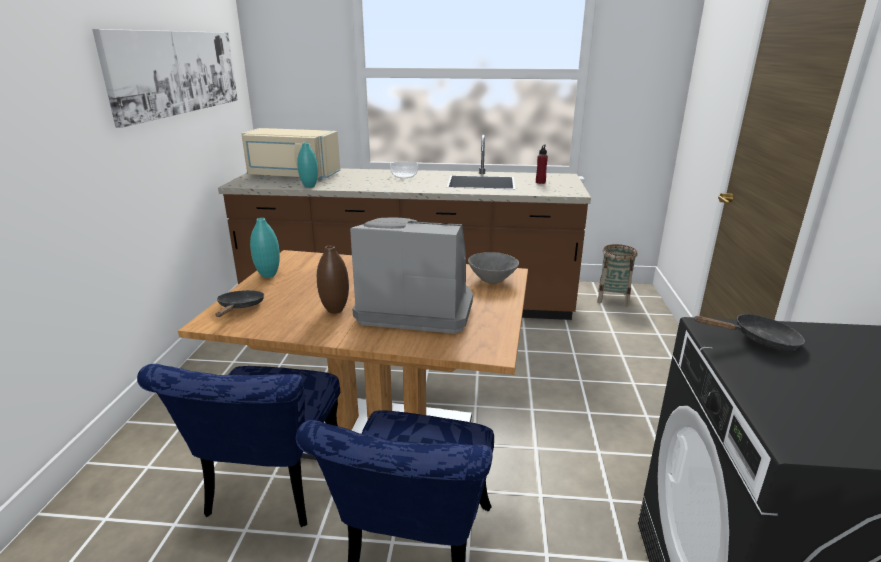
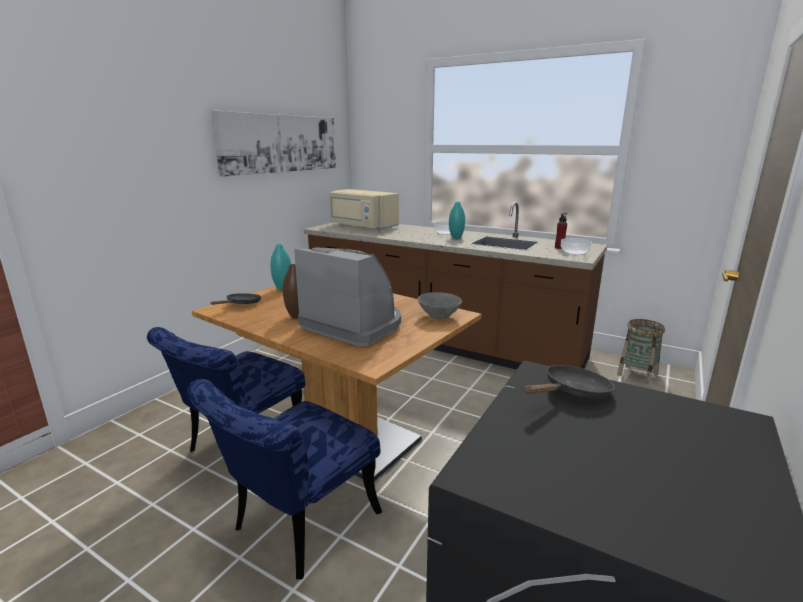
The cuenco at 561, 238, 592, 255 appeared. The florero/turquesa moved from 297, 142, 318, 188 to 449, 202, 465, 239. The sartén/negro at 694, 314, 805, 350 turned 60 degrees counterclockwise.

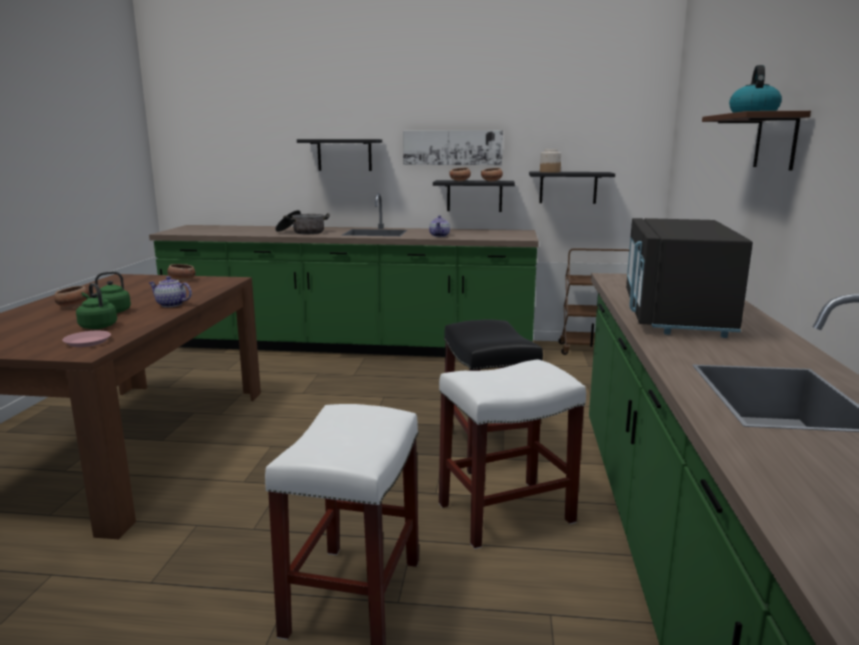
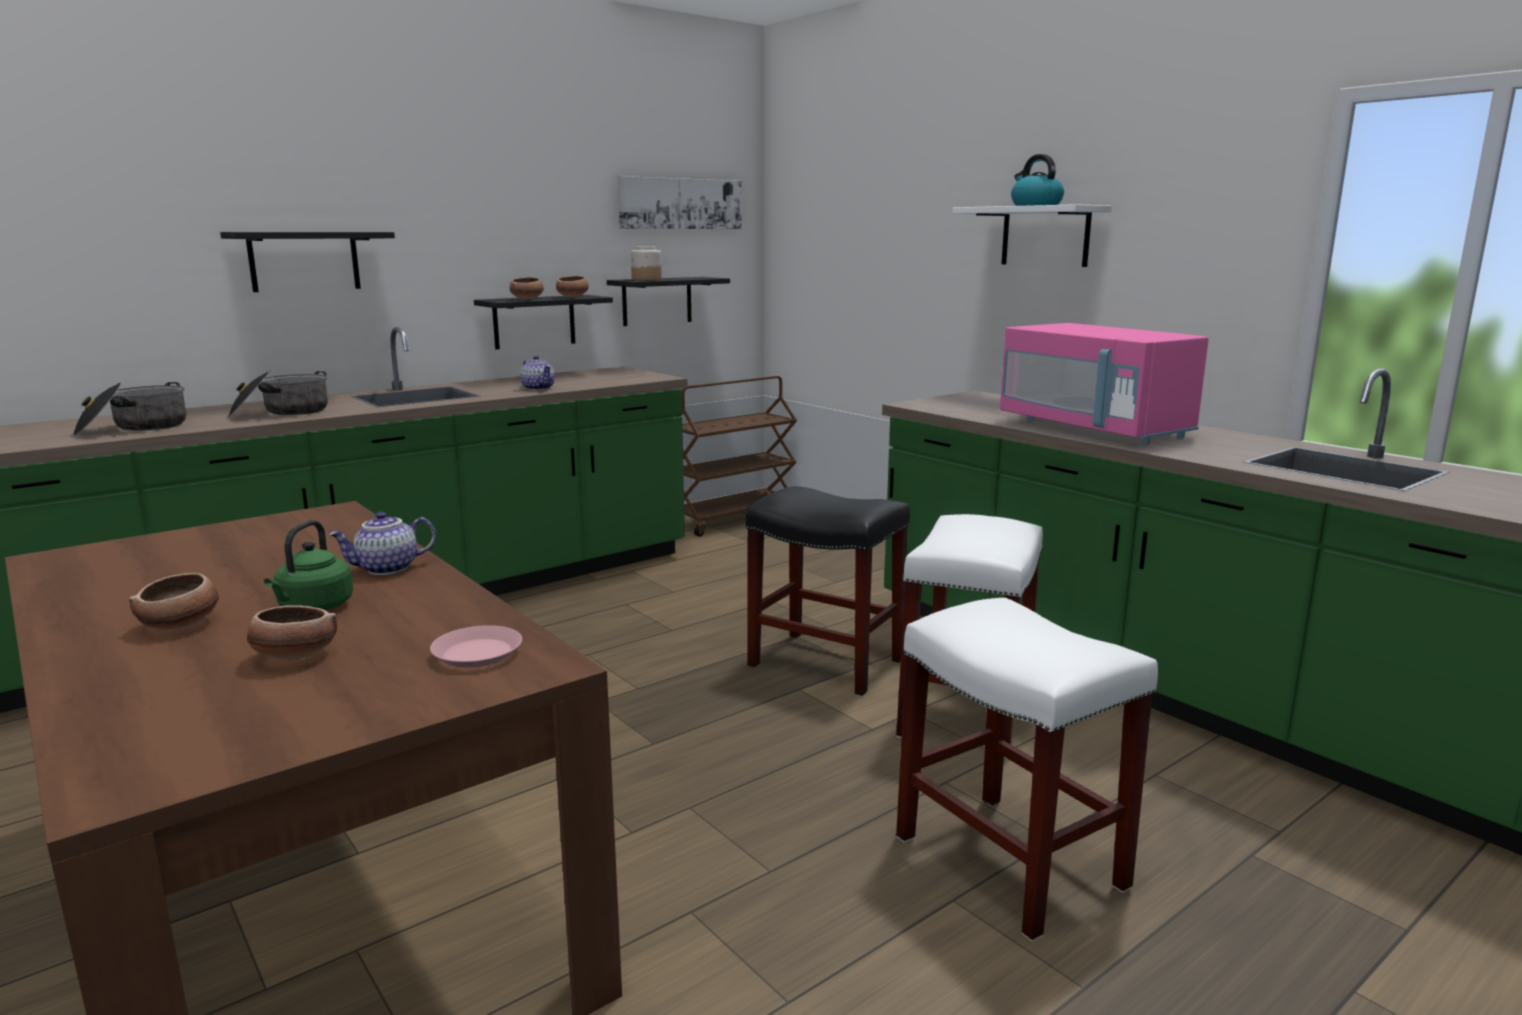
The hervidor/verde at 76, 283, 117, 329 disappeared. The olla at 73, 382, 186, 435 appeared. The cuenco moved from 167, 264, 195, 281 to 247, 605, 337, 660. The cuadro moved from 403, 130, 503, 165 to 617, 176, 742, 229. The microondas/negro at 626, 218, 753, 338 became the microondas/rosa at 1000, 323, 1209, 445. The estante/marrón at 702, 111, 811, 171 became the estante/blanco at 952, 204, 1112, 267.

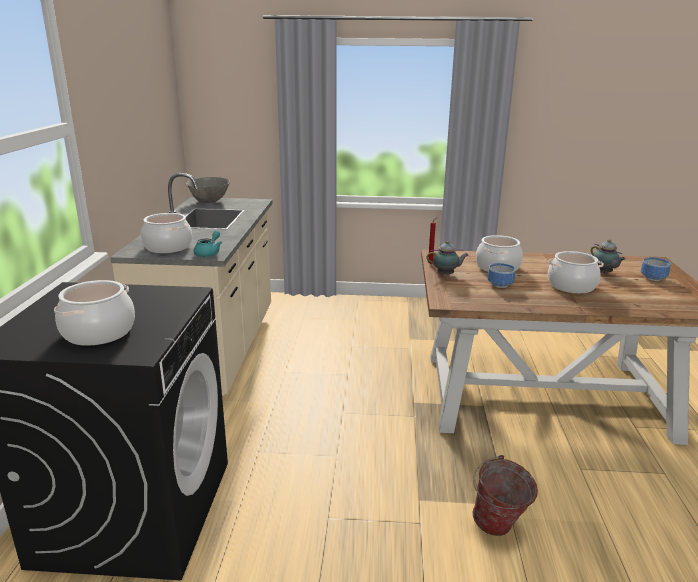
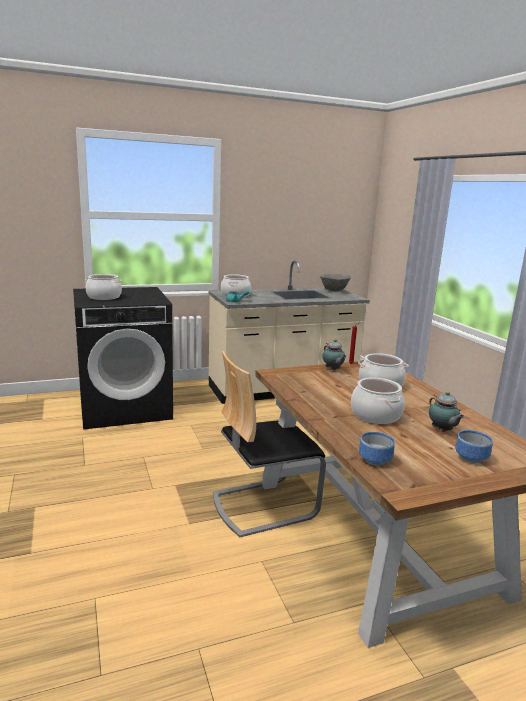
The cubo at 473, 455, 538, 536 disappeared. The silla at 213, 351, 326, 537 appeared. The cuenco moved from 488, 263, 516, 288 to 359, 432, 395, 466. The tetera at 591, 239, 626, 274 turned 60 degrees counterclockwise.

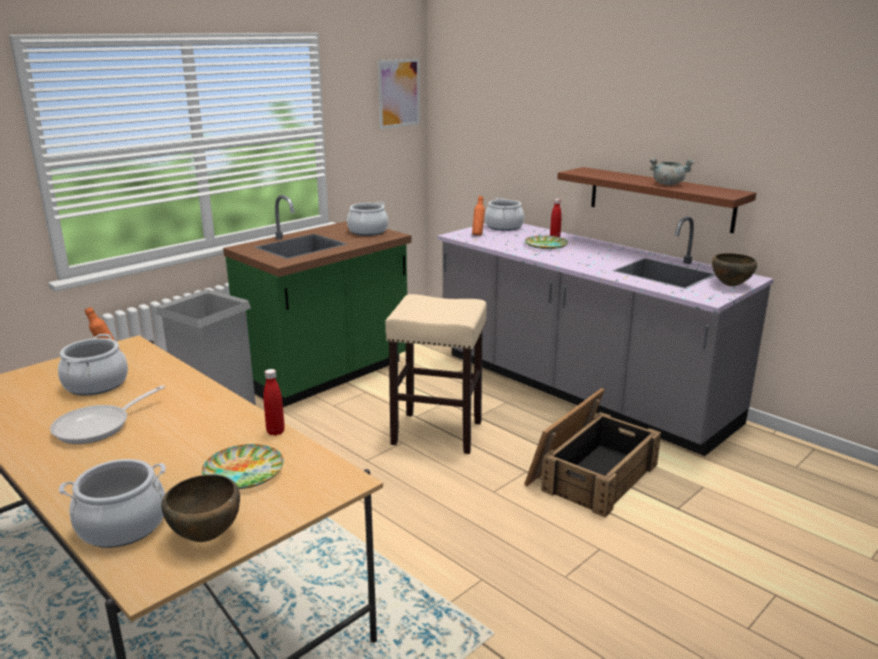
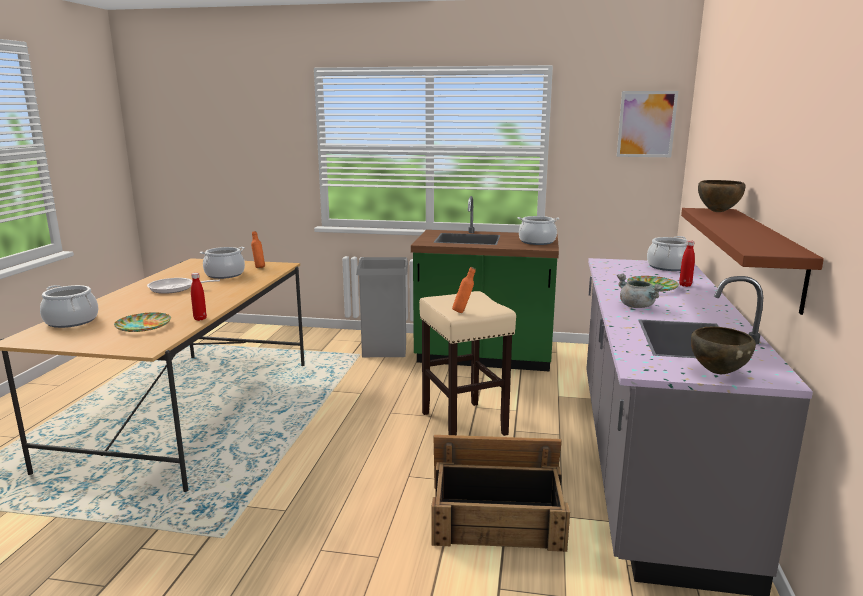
The cuenco/marrón moved from 161, 474, 240, 542 to 698, 180, 746, 212. The botella/naranja moved from 472, 196, 485, 236 to 452, 267, 476, 313. The olla/gris moved from 649, 158, 695, 185 to 617, 274, 664, 308.

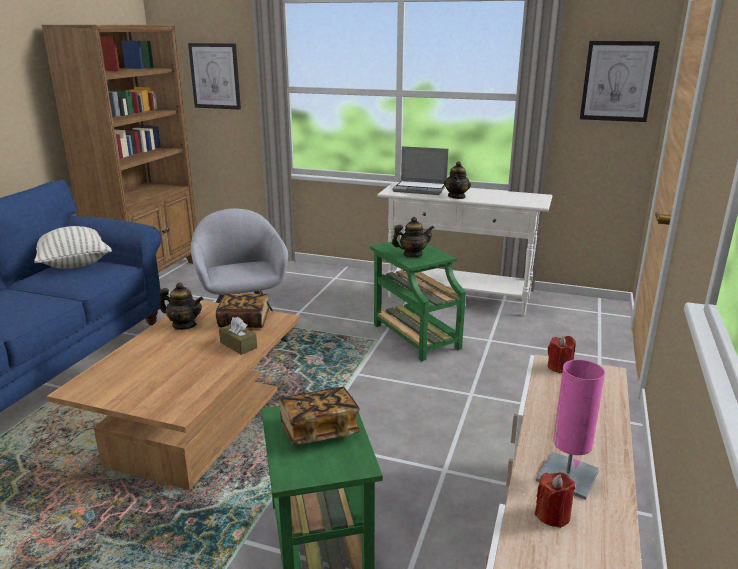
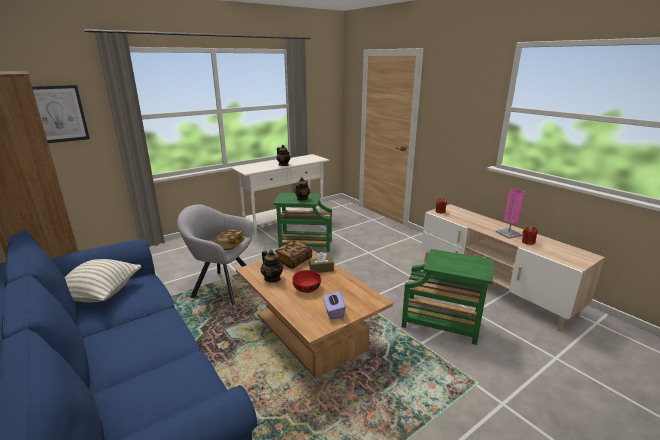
The portátil at 392, 146, 448, 195 disappeared. The cuadro at 580, 41, 660, 122 disappeared. The cuenco/rojo at 292, 270, 321, 293 appeared. The caja de pañuelos/morado at 323, 290, 346, 319 appeared. The libro moved from 278, 387, 360, 445 to 211, 229, 245, 250. The tetera at 159, 282, 203, 330 turned 90 degrees clockwise.

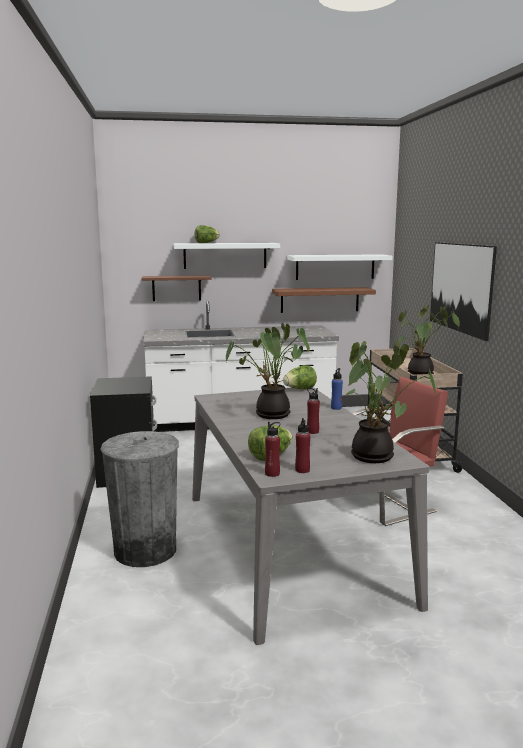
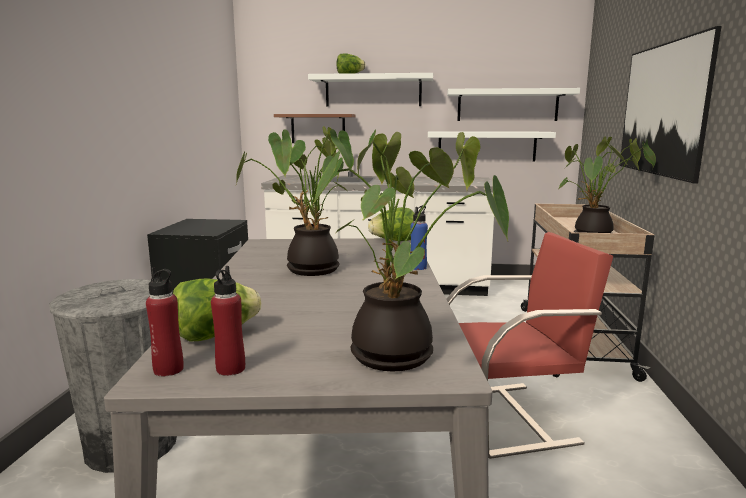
The botella/rojo at 307, 388, 320, 434 disappeared. The estante/marrón at 272, 287, 376, 313 became the estante/blanco at 428, 131, 556, 161.

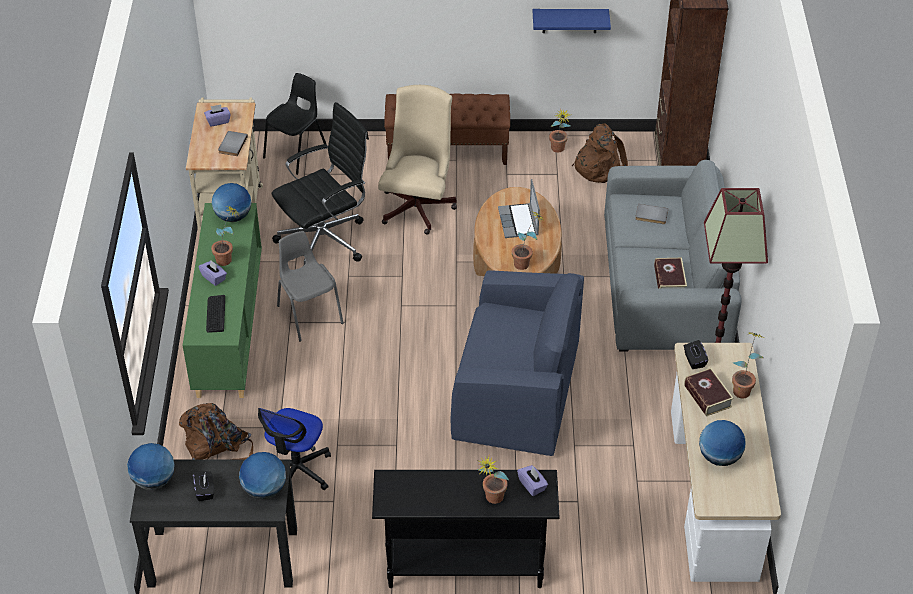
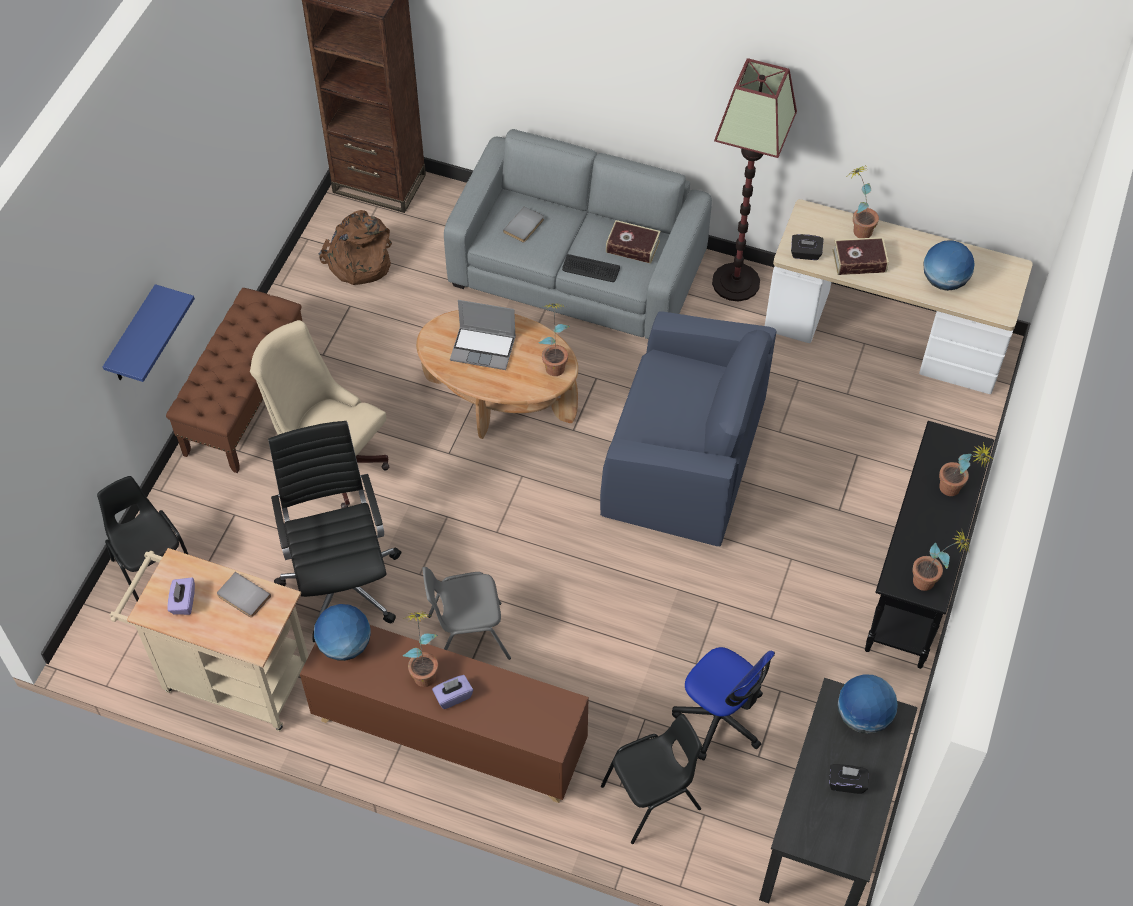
The globo terráqueo at 127, 443, 175, 490 disappeared. The caja de pañuelos/morado at 517, 465, 548, 496 disappeared. The teclado moved from 206, 295, 225, 333 to 562, 254, 620, 282. The estante/azul moved from 533, 9, 611, 33 to 103, 284, 195, 382. The planta en maceta moved from 549, 109, 572, 153 to 912, 530, 970, 591. The mochila/marrón at 179, 403, 253, 460 was replaced by the silla/negro at 601, 714, 702, 844. The armario/verde at 182, 203, 262, 398 became the armario/marrón at 300, 625, 589, 803. The sillón/azul at 450, 270, 584, 456 turned 75 degrees clockwise.

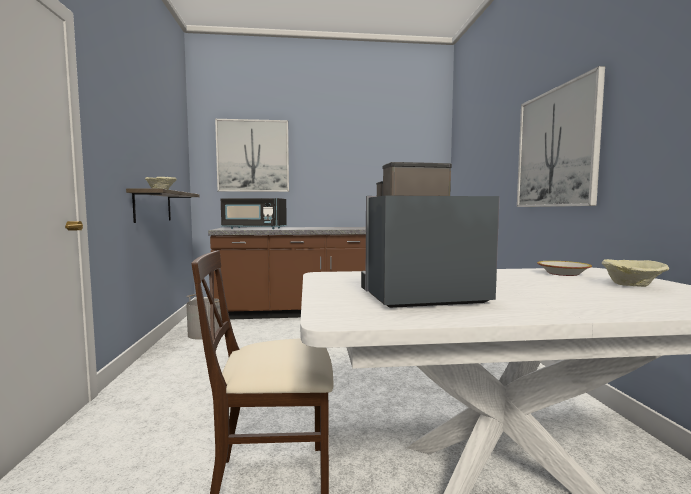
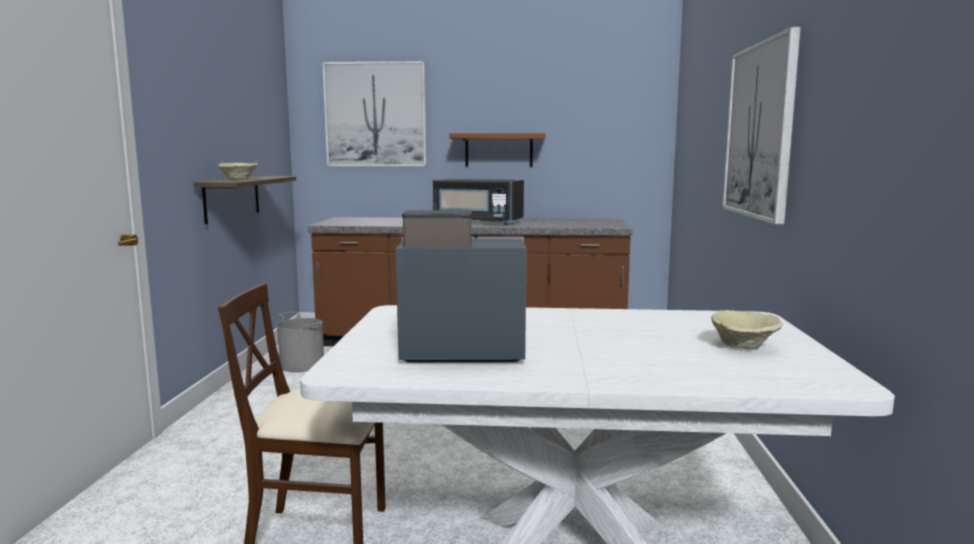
The cuenco at 537, 261, 592, 276 disappeared. The estante/marrón at 450, 133, 545, 167 appeared. The microondas/negro moved from 221, 198, 287, 229 to 433, 179, 524, 225.

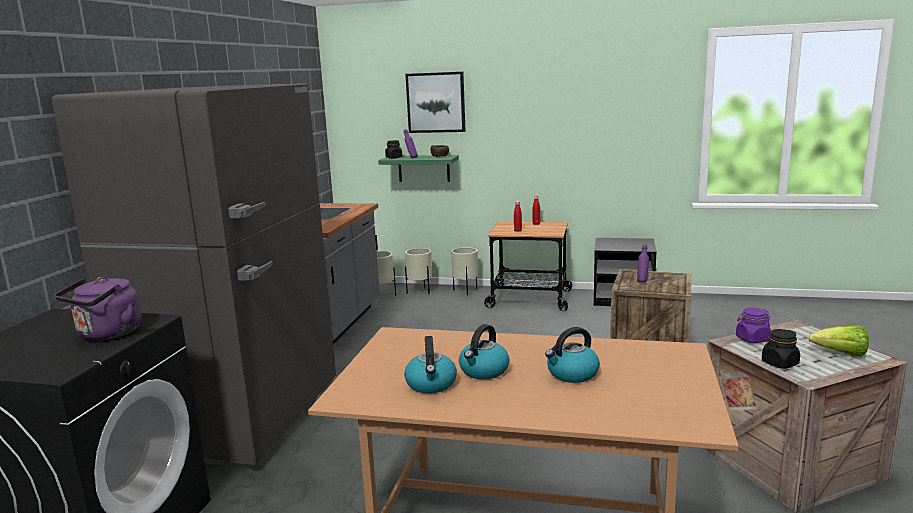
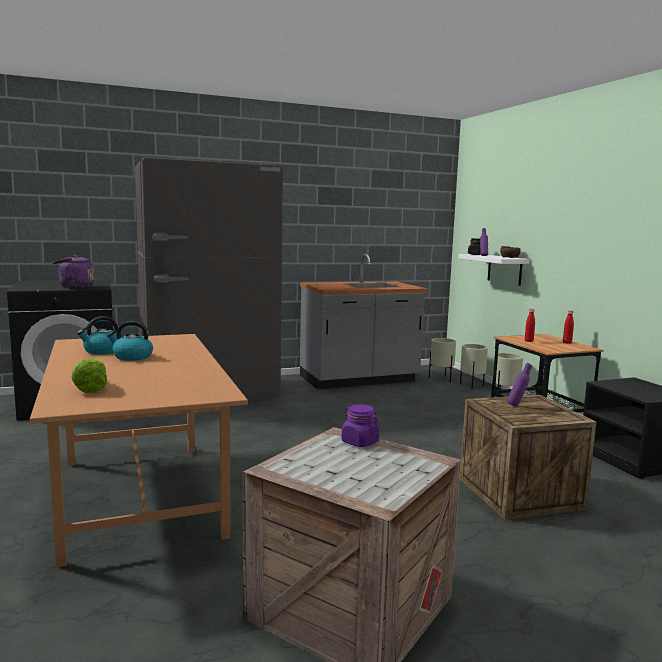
The cuadro at 405, 72, 466, 133 disappeared. The hervidor at 545, 327, 600, 383 disappeared. The tarro/negro at 762, 329, 800, 369 disappeared. The lechuga moved from 808, 325, 869, 357 to 71, 358, 107, 393. The estante/verde at 378, 155, 459, 182 became the estante/blanco at 458, 254, 530, 286.

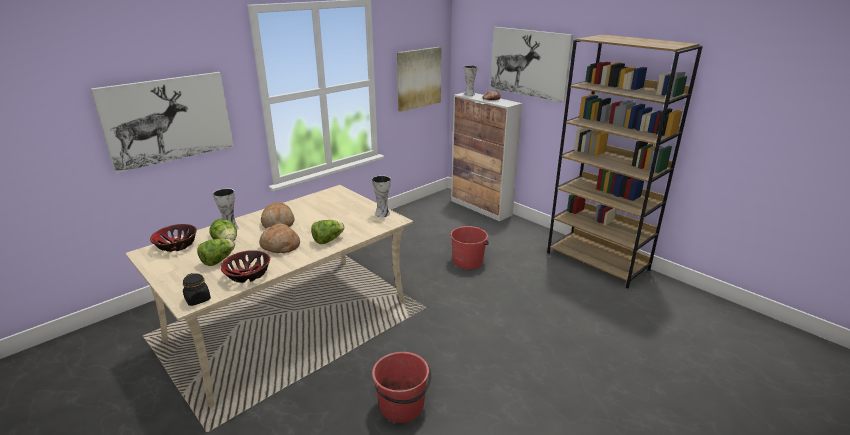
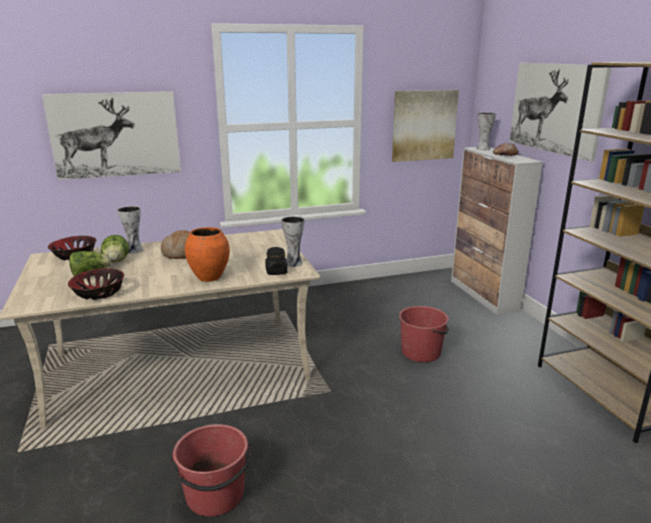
The pan at 259, 224, 300, 253 disappeared. The tarro/negro moved from 183, 273, 211, 306 to 265, 247, 287, 275. The lechuga at 311, 220, 345, 244 was replaced by the florero/naranja at 185, 227, 230, 282.

